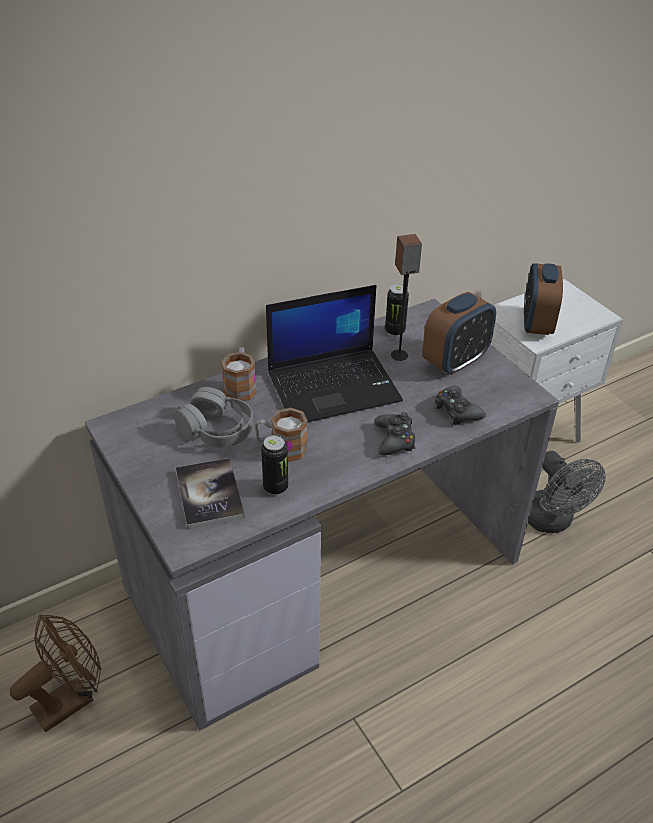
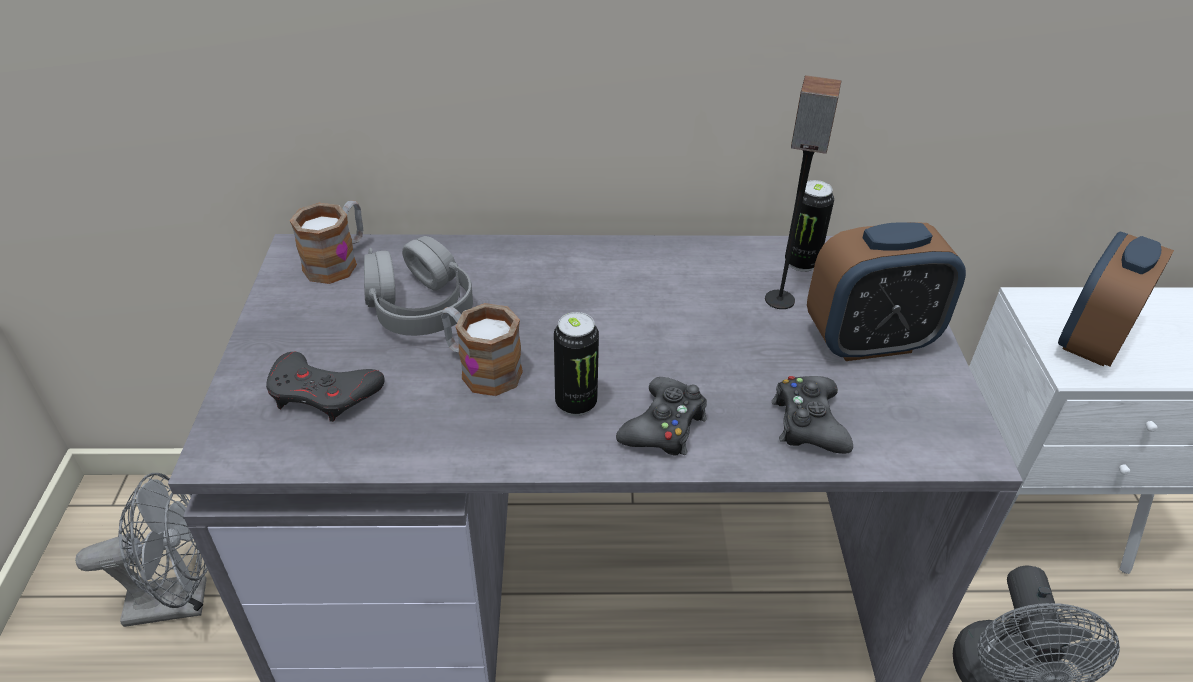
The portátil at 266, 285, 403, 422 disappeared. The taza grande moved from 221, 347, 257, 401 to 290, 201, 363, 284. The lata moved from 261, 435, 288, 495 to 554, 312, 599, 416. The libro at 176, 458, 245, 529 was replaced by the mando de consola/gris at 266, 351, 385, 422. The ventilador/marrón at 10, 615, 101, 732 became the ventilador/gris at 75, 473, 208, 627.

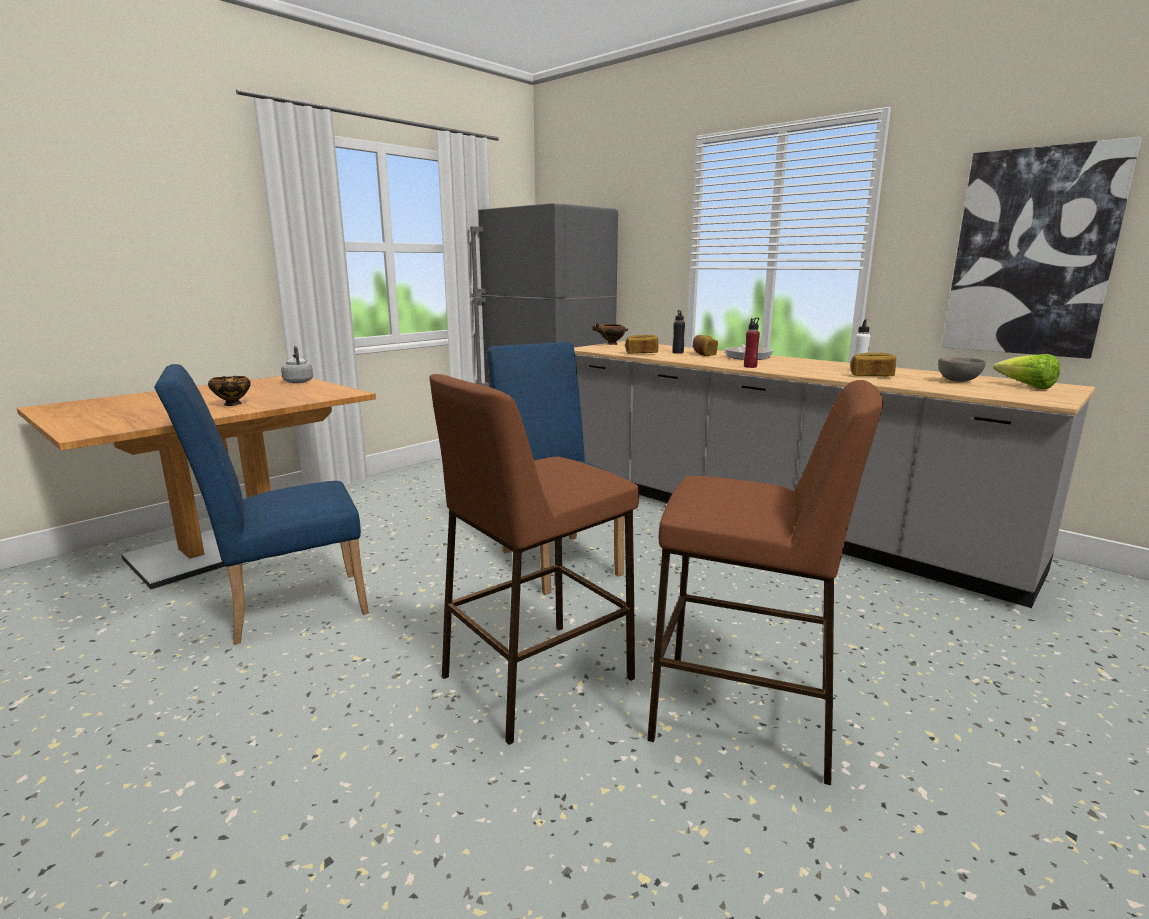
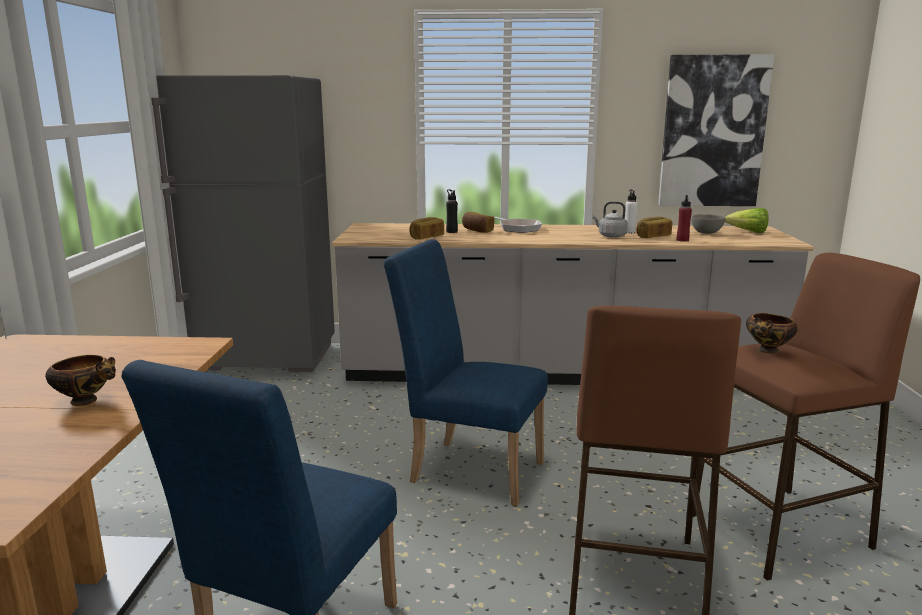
The hervidor/gris moved from 281, 346, 313, 383 to 593, 201, 628, 238. The cuenco moved from 592, 322, 628, 345 to 746, 313, 798, 354. The botella/rojo moved from 744, 318, 760, 368 to 677, 195, 692, 242.

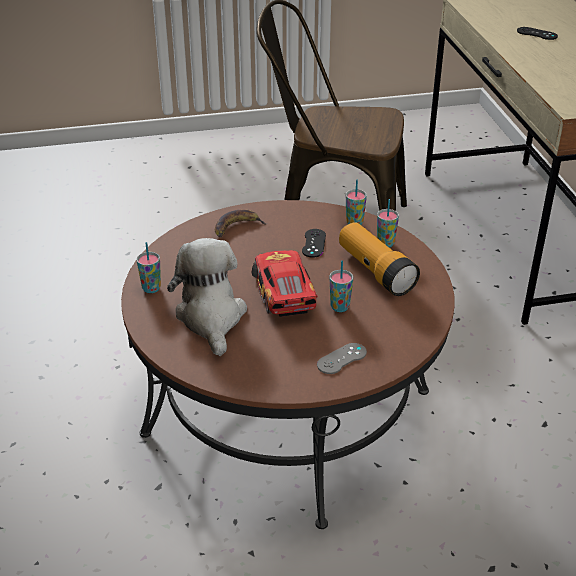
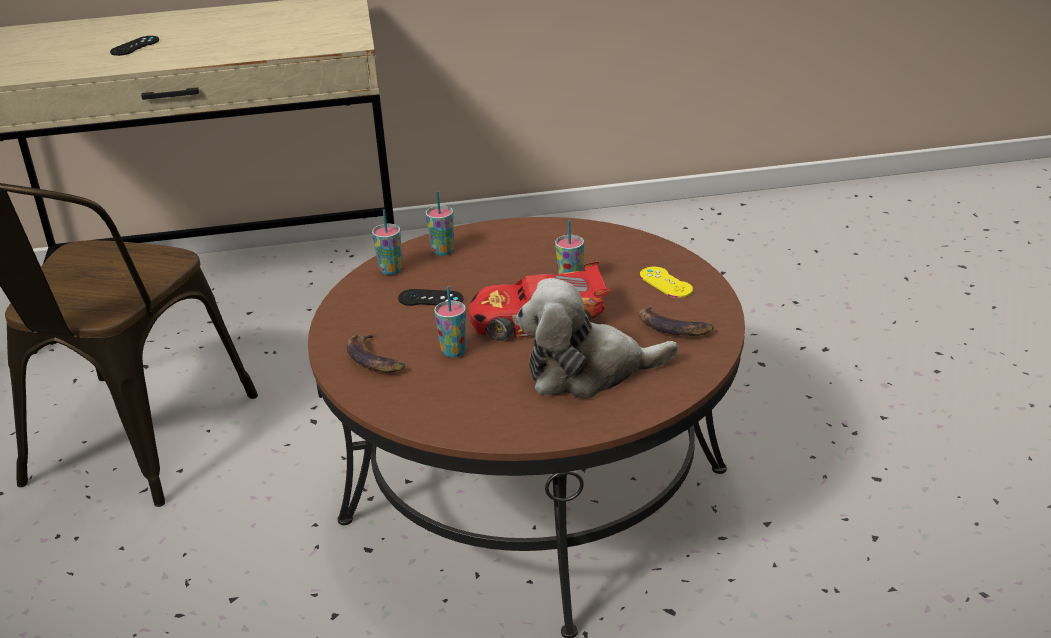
The linterna at 339, 222, 420, 296 disappeared. The plátano at 639, 305, 714, 336 appeared. The taza moved from 136, 242, 161, 293 to 434, 286, 467, 357. The mando de consola/gris at 317, 343, 367, 374 became the mando de consola/amarillo at 640, 267, 693, 298.

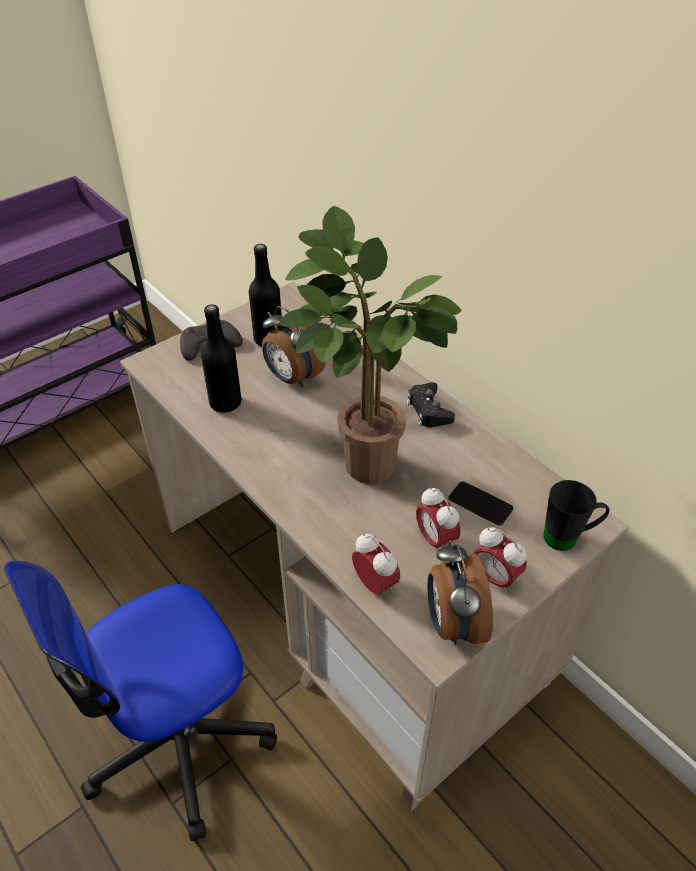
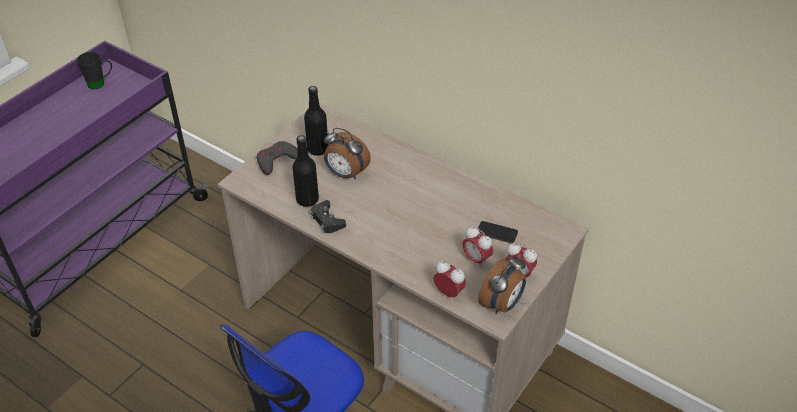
The planta en maceta at 279, 206, 461, 484 disappeared. The mando de consola/negro moved from 406, 382, 455, 428 to 310, 200, 346, 234. The taza grande/negro moved from 544, 480, 609, 551 to 77, 52, 112, 89. The despertador at 427, 540, 493, 645 turned 120 degrees counterclockwise.

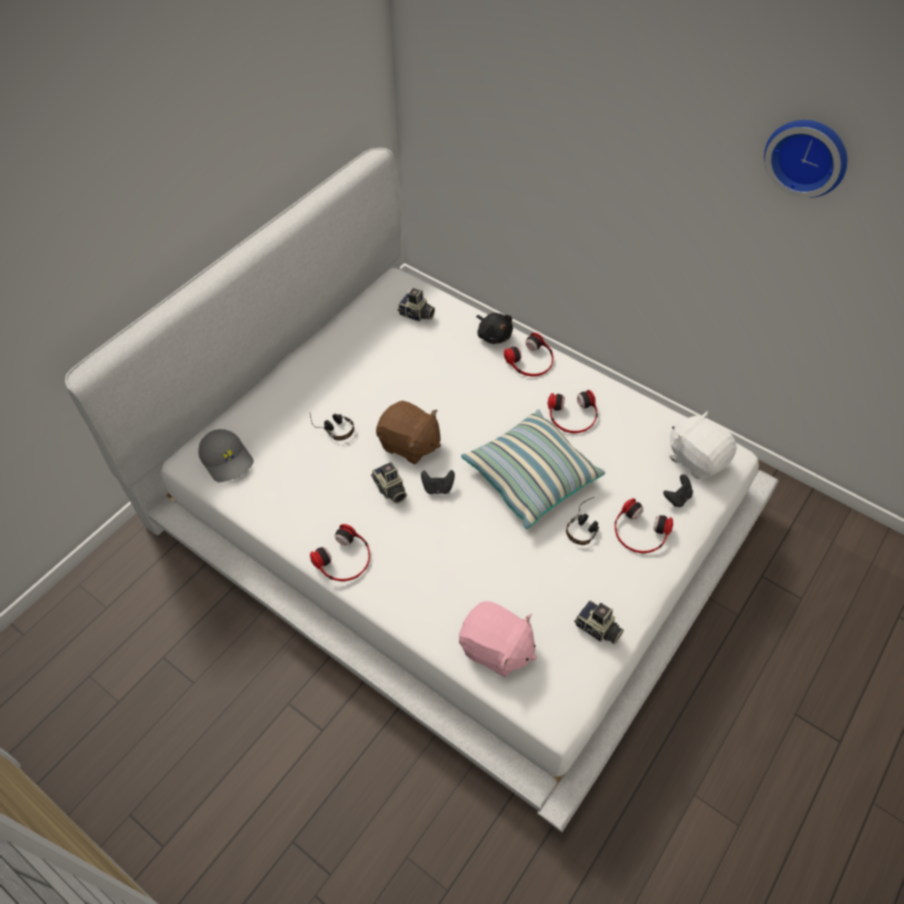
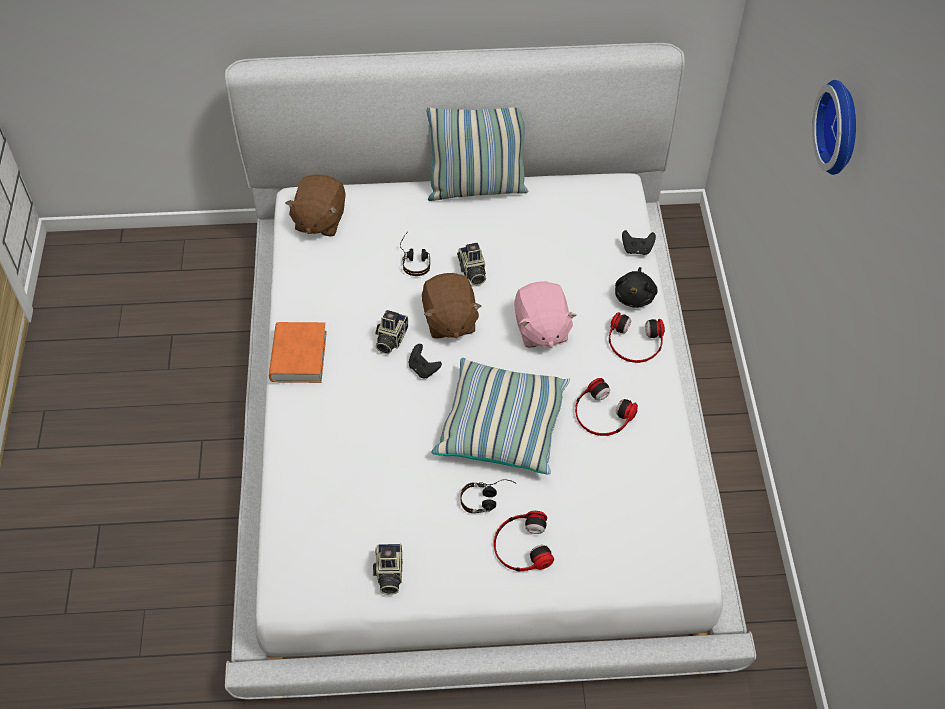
The peluche/blanco at 669, 411, 737, 479 disappeared. The cojín at 426, 107, 528, 201 appeared. The cámara moved from 397, 288, 435, 322 to 457, 243, 486, 285. The peluche/rosa moved from 459, 601, 537, 677 to 514, 281, 577, 348. The mando de consola/negro moved from 663, 474, 693, 507 to 622, 230, 656, 255. The reloj de pared moved from 764, 120, 847, 198 to 812, 80, 856, 175. The gorra/gris at 198, 429, 254, 482 was replaced by the peluche/marrón at 285, 175, 346, 237. The auriculares at 310, 524, 370, 581 was replaced by the libro/naranja at 269, 322, 327, 383.

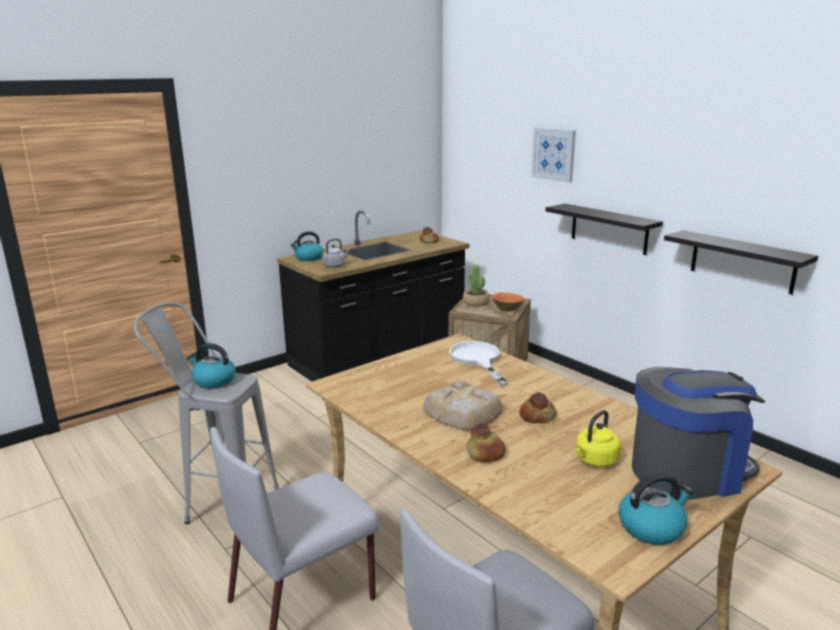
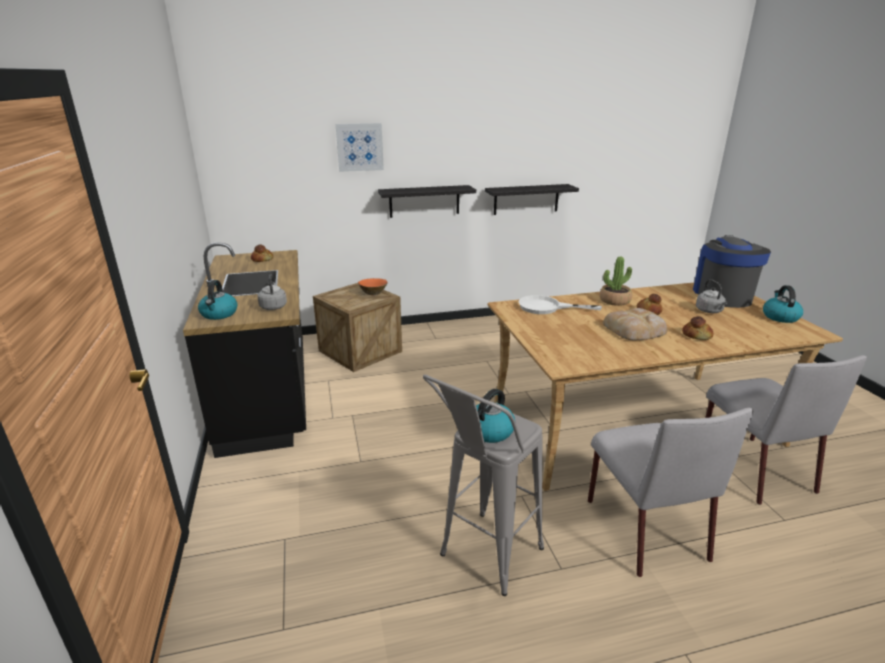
The planta en maceta moved from 463, 265, 489, 306 to 600, 256, 632, 306. The hervidor/amarillo at 576, 410, 621, 467 became the hervidor/gris at 696, 279, 728, 313.

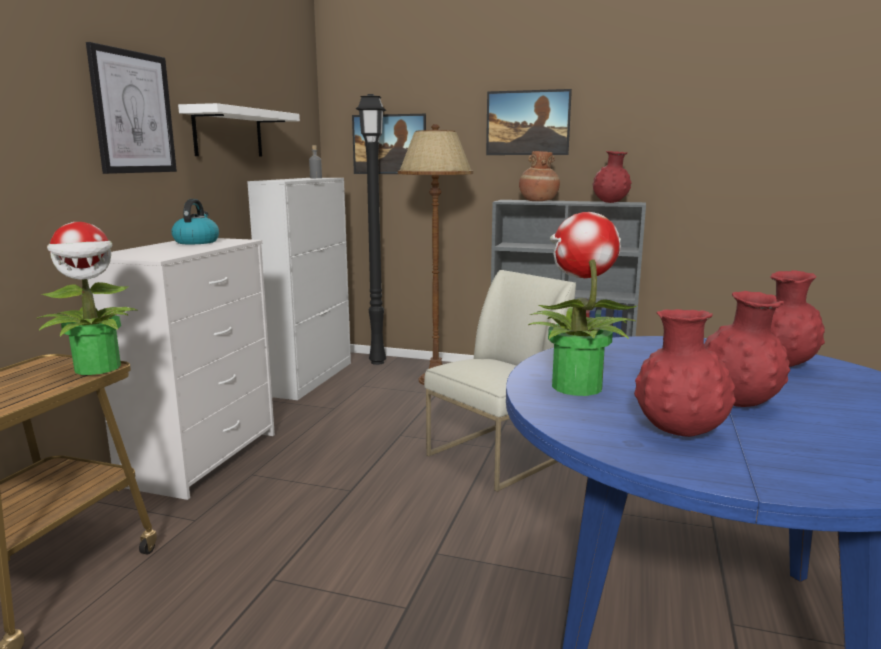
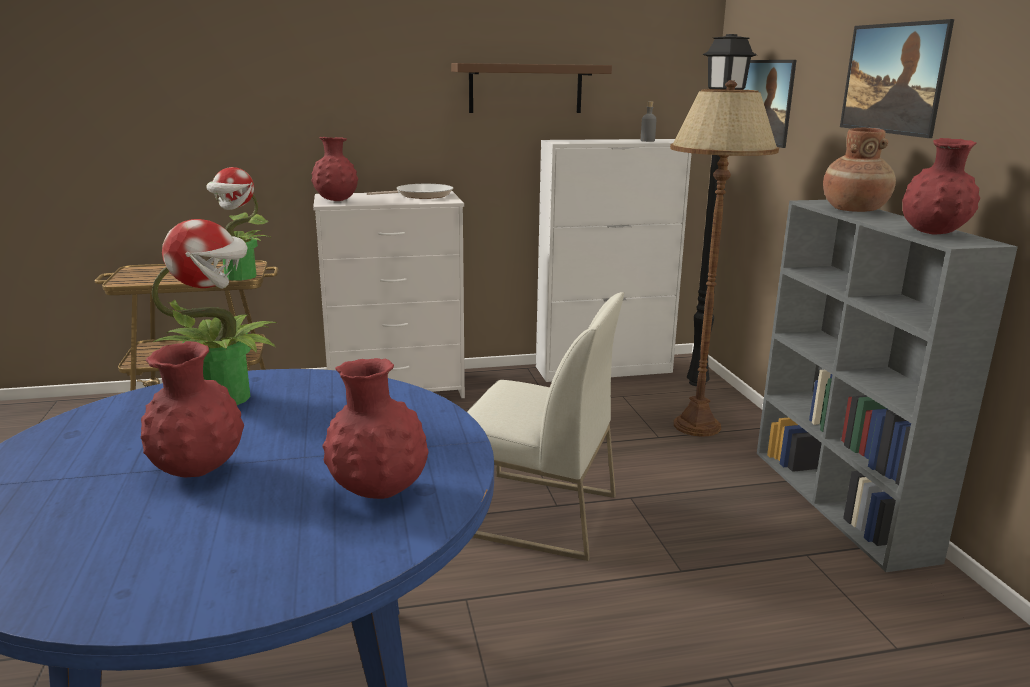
The cuadro at 86, 42, 177, 174 disappeared. The florero/rojo moved from 634, 309, 736, 437 to 312, 137, 358, 201. The hervidor at 171, 199, 219, 244 was replaced by the sartén at 367, 184, 453, 199. The estante/blanco at 178, 103, 300, 157 became the estante/marrón at 451, 63, 612, 113.

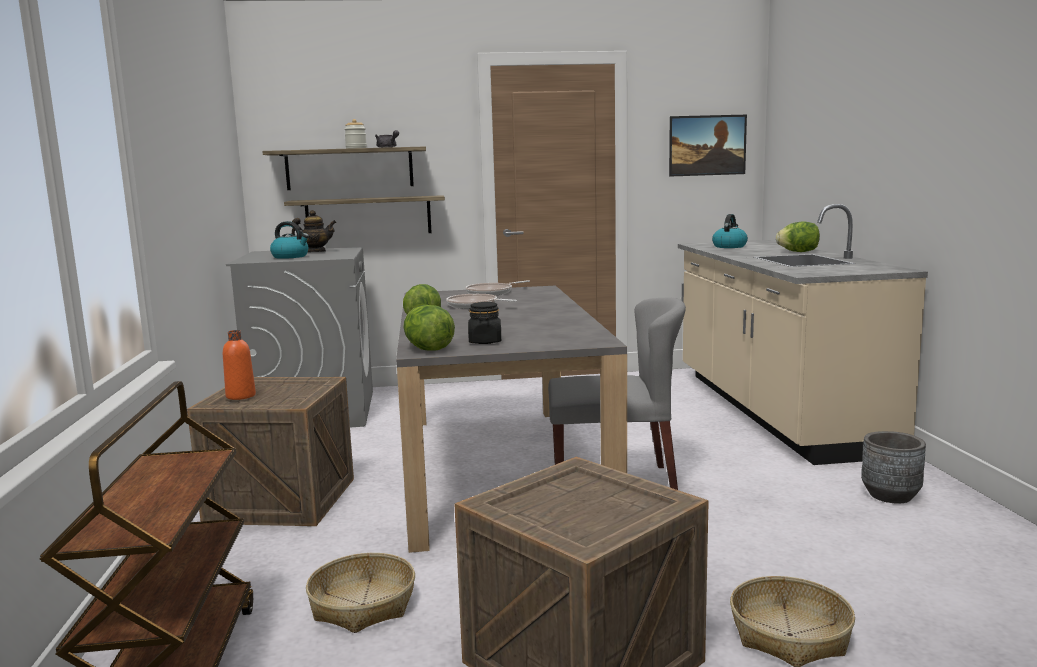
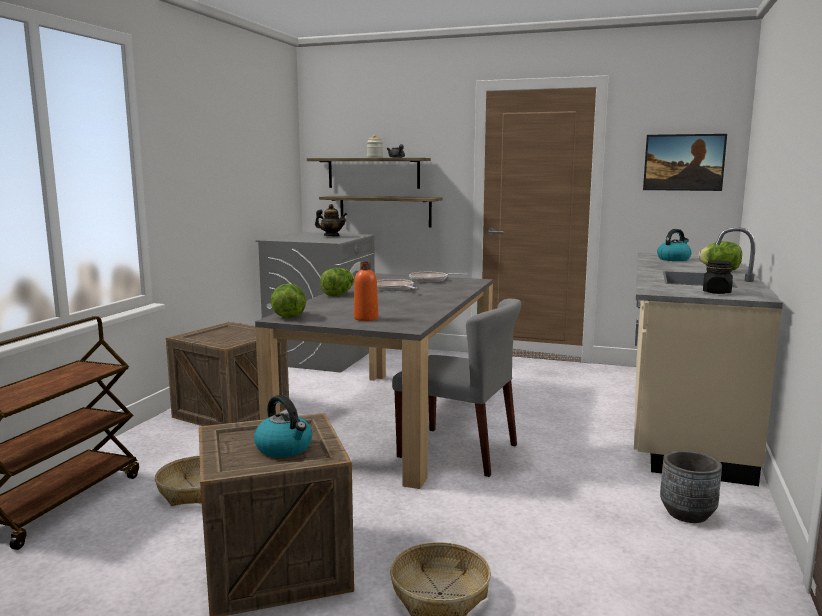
The botella/naranja moved from 223, 330, 256, 400 to 354, 262, 378, 321. The hervidor moved from 270, 221, 309, 259 to 254, 395, 313, 458. The tarro/negro moved from 468, 302, 501, 344 to 703, 260, 733, 294.

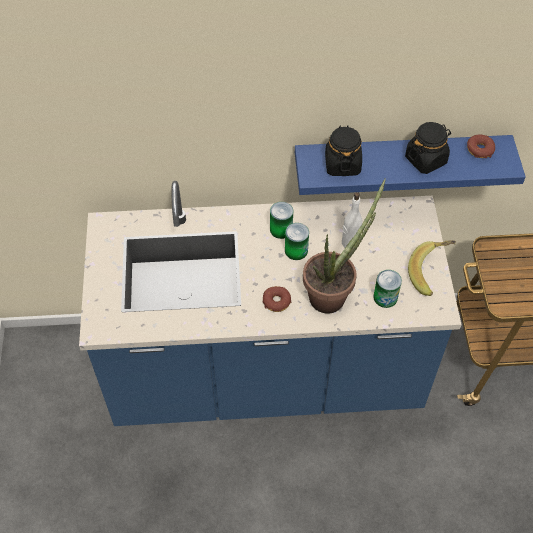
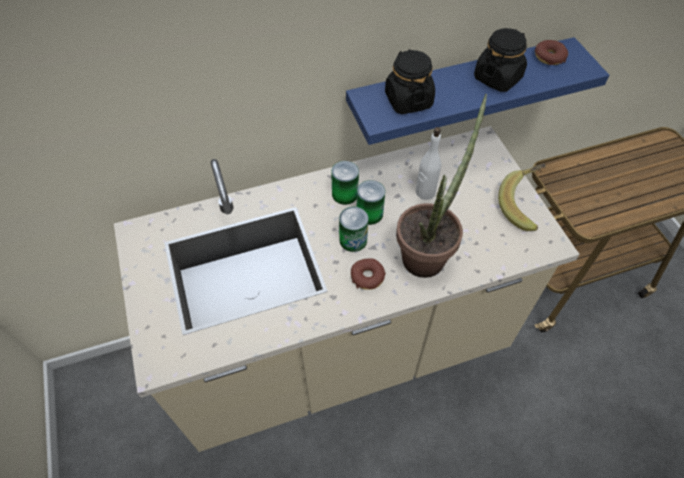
The lata moved from 374, 270, 402, 308 to 339, 207, 369, 252. The mueble bajo de cocina/azul at 79, 181, 462, 426 became the mueble bajo de cocina/beis at 114, 126, 580, 452.

